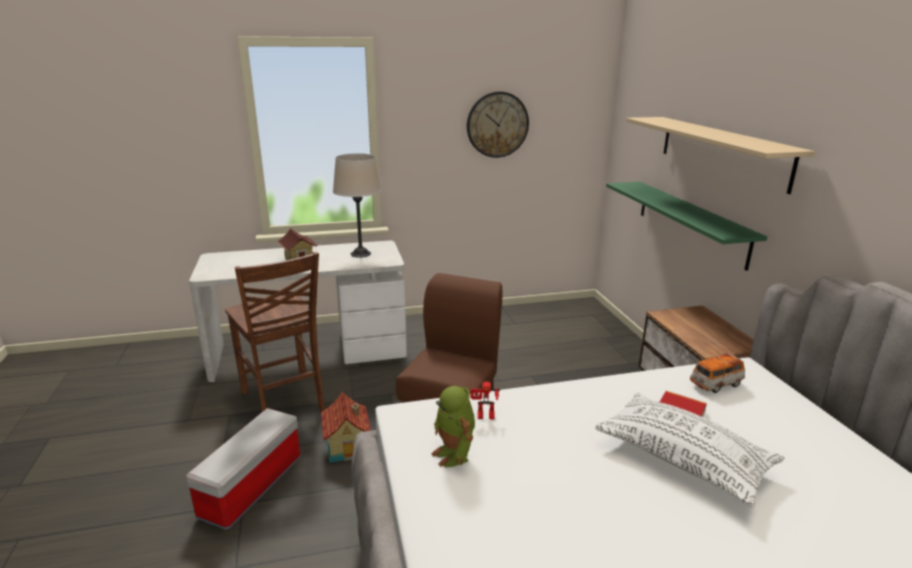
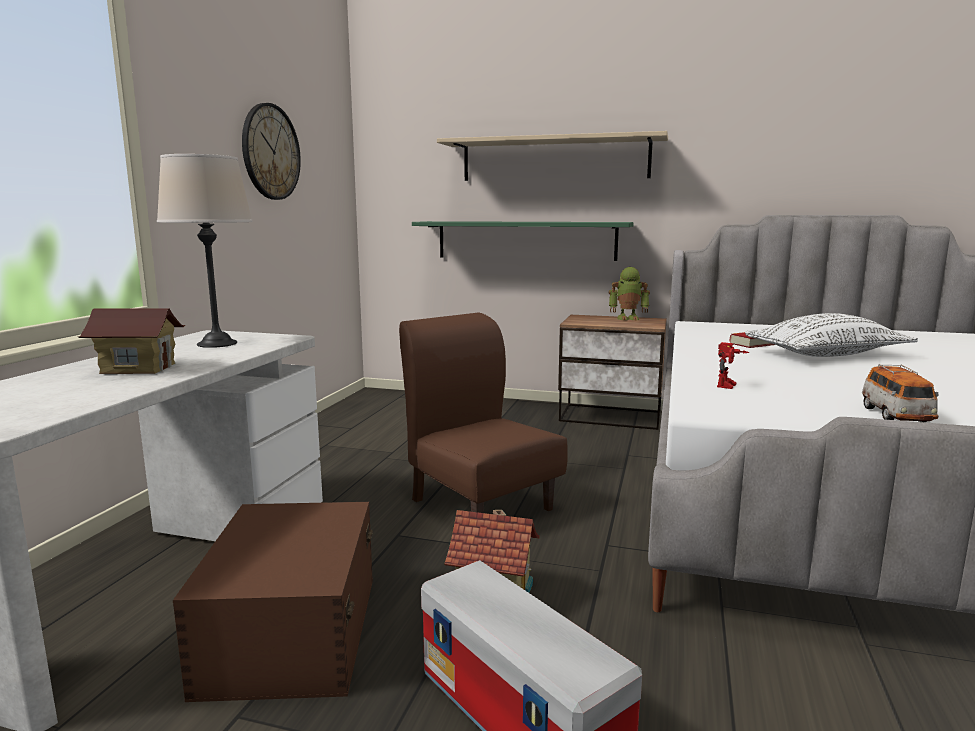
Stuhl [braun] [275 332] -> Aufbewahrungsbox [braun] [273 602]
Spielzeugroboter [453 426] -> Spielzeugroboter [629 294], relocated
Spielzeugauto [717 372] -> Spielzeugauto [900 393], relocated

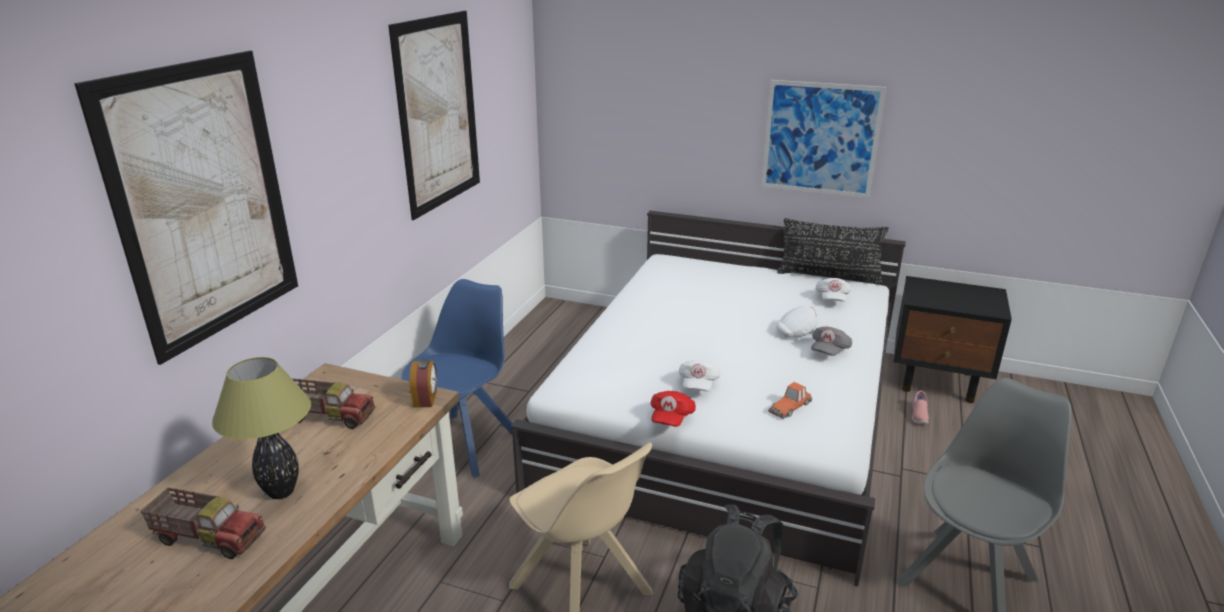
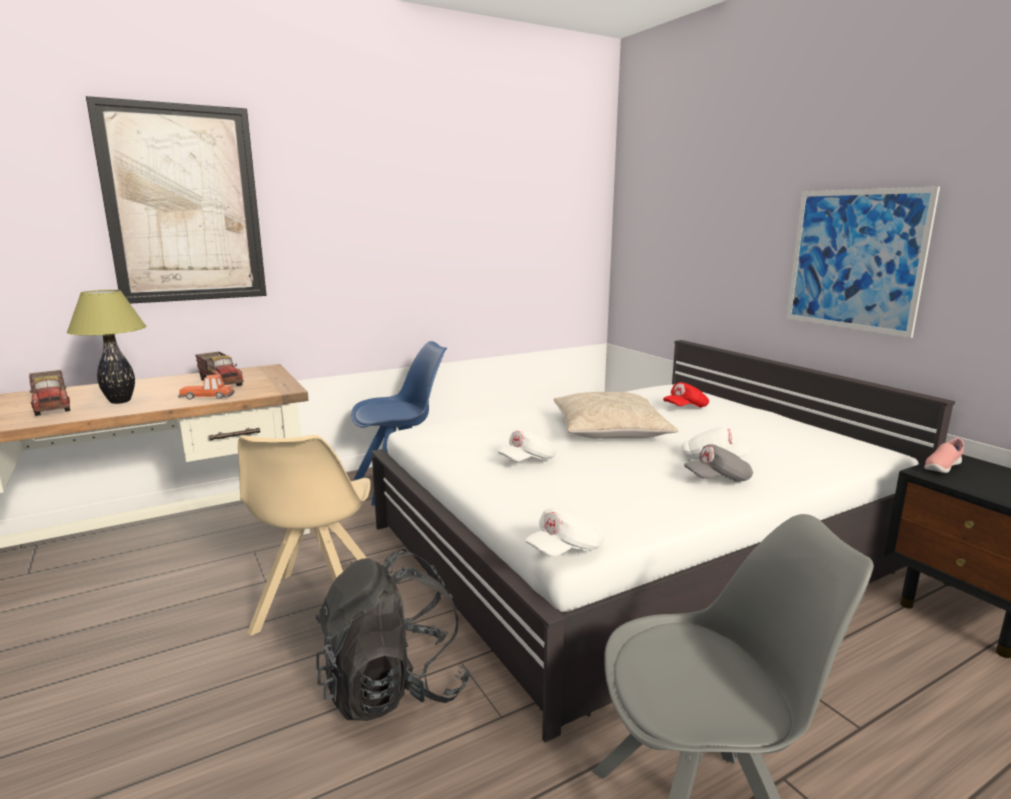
Spielzeugauto [790 400] -> Spielzeugauto [206 387], relocated
Kappe [weiß] [833 290] -> Kappe [weiß] [565 532], relocated
none -> Kissen [beige] [616 415]
Kappe [rot] [673 409] -> Kappe [rot] [686 395], relocated
Schuh [rosa] [920 407] -> Schuh [rosa] [944 455], relocated
Bild [434 115] -> none
Wecker [423 383] -> none
Kissen [schwarz] [833 251] -> none

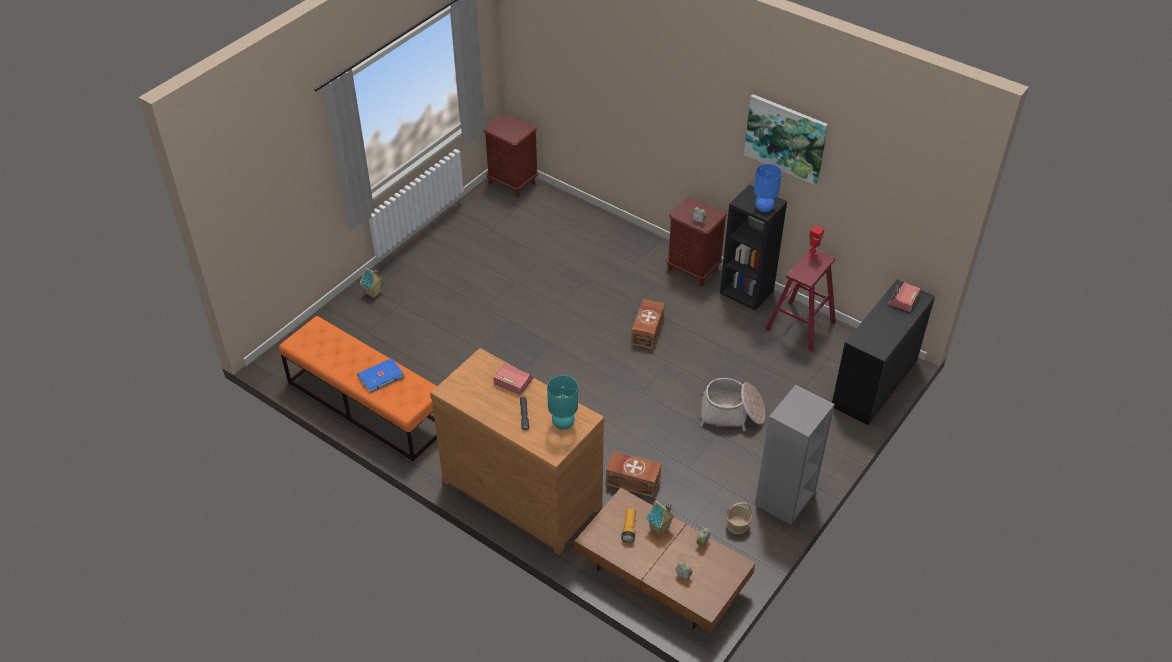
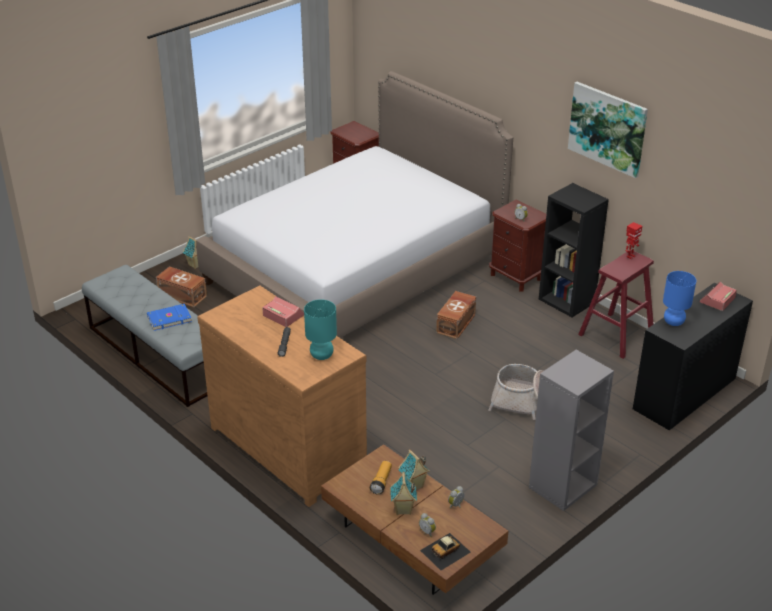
Bank [orange] [358 388] -> Bank [grau] [145 336]
Aufbewahrungsbox [braun] [633 474] -> Aufbewahrungsbox [braun] [181 286], relocated
none -> Bett [354 204]
none -> Spielzeughaus [403 493]
none -> Spielzeugauto [445 551]
Tischlampe [blau] [768 188] -> Tischlampe [blau] [679 298], relocated
Korb [739 518] -> none

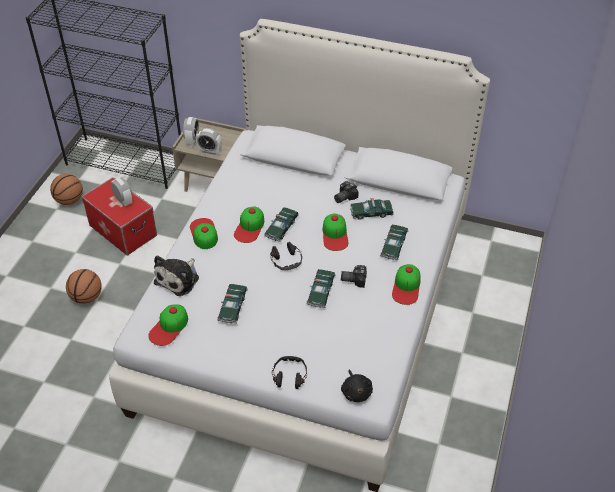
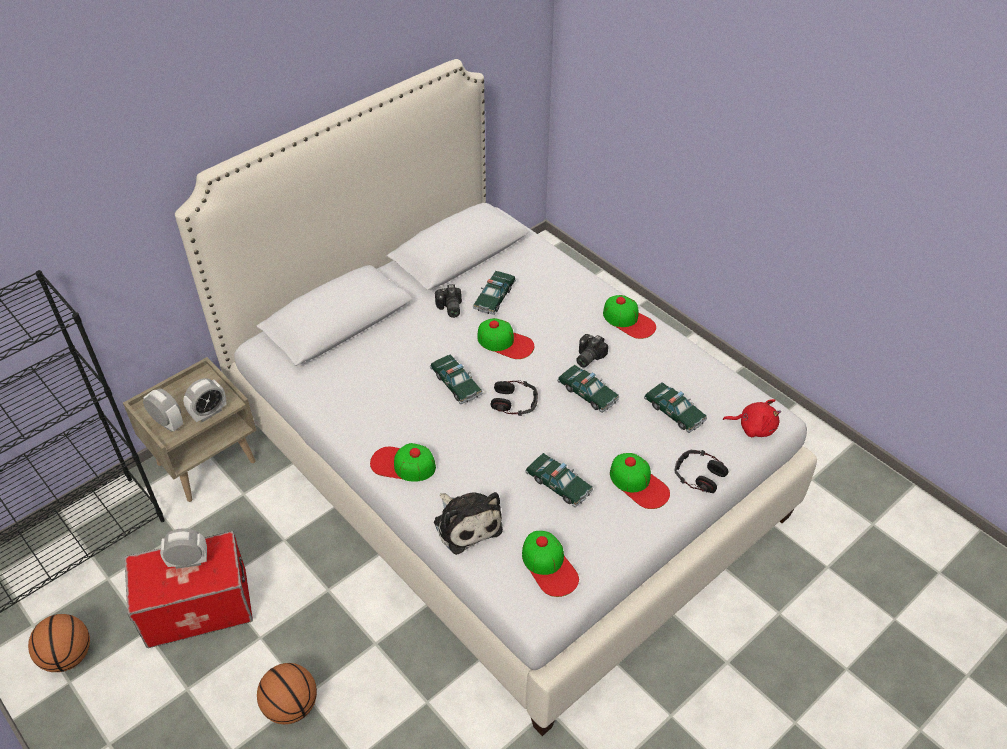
Kappe [249 225] -> Kappe [640 481], relocated
Spielzeugauto [394 242] -> Spielzeugauto [675 407], relocated
Plüschtier [schwarz] [357 385] -> Plüschtier [rot] [752 418]

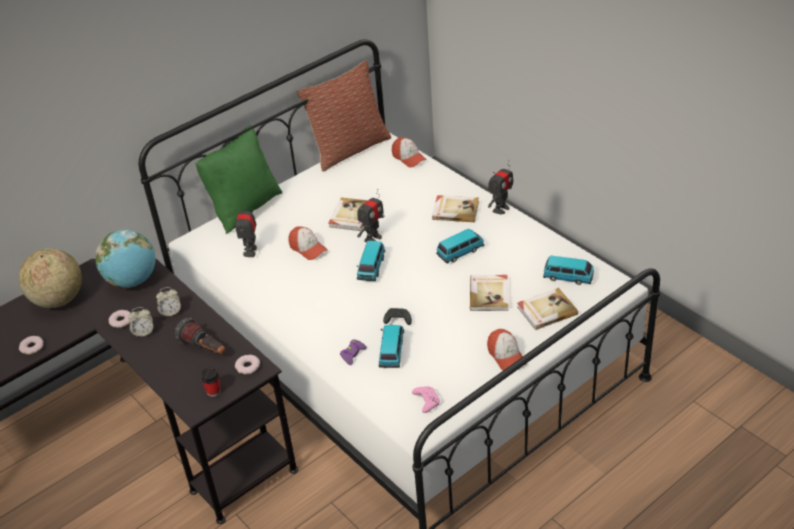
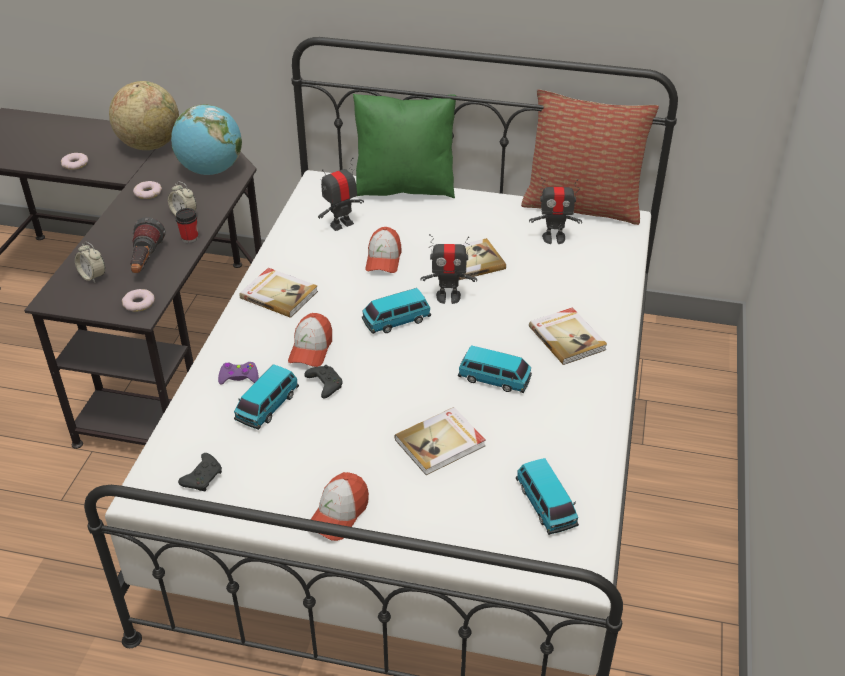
Wecker [140 322] -> Wecker [90 262], relocated
Tasse [210 382] -> Tasse [186 225], relocated
Gamepad [rosa] [426 399] -> Gamepad [schwarz] [200 472]
Spielzeugauto [391 346] -> Spielzeugauto [266 397], 150 degrees clockwise
Buch [548 309] -> Buch [278 293], relocated
Kappe [409 152] -> Kappe [310 340], relocated
Spielzeugroboter [500 187] -> Spielzeugroboter [555 210], relocated

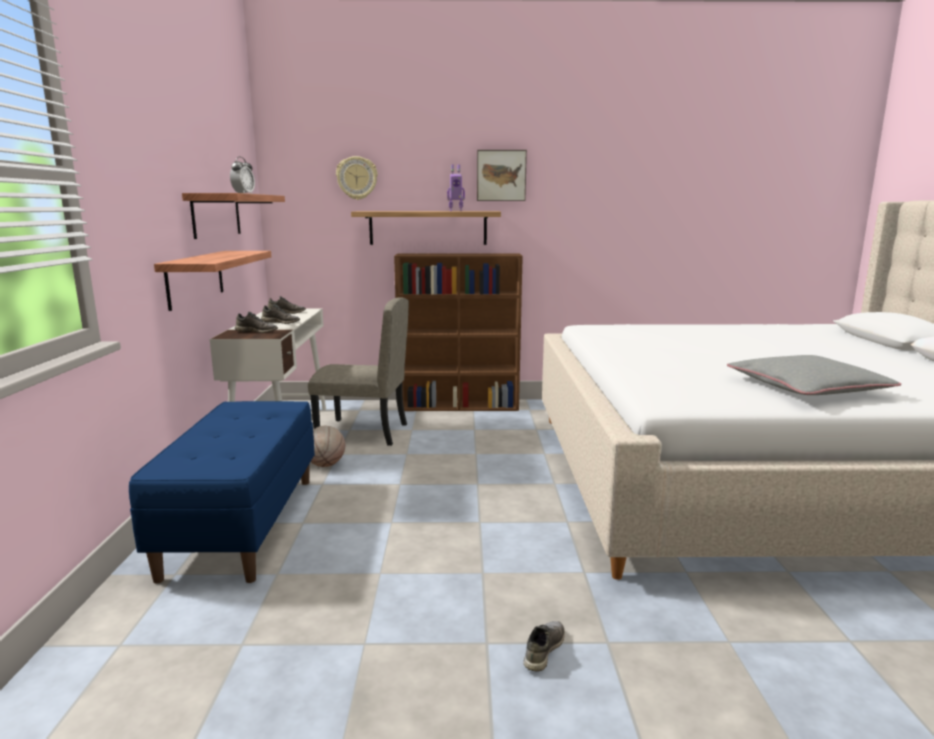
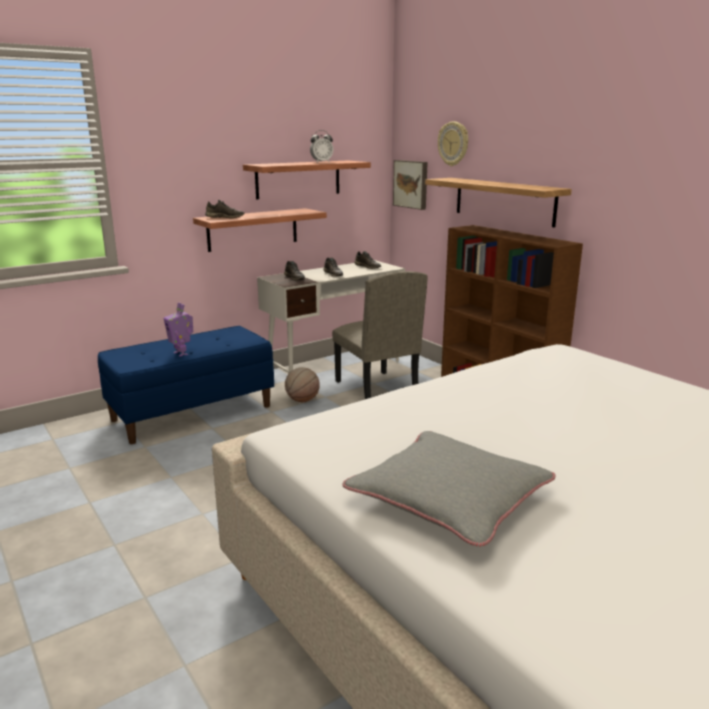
Spielzeugroboter [456 187] -> Spielzeugroboter [178 329], relocated
Schuh [grau] [544 646] -> Schuh [grau] [225 208], relocated
Bild [502 175] -> Bild [410 185], relocated

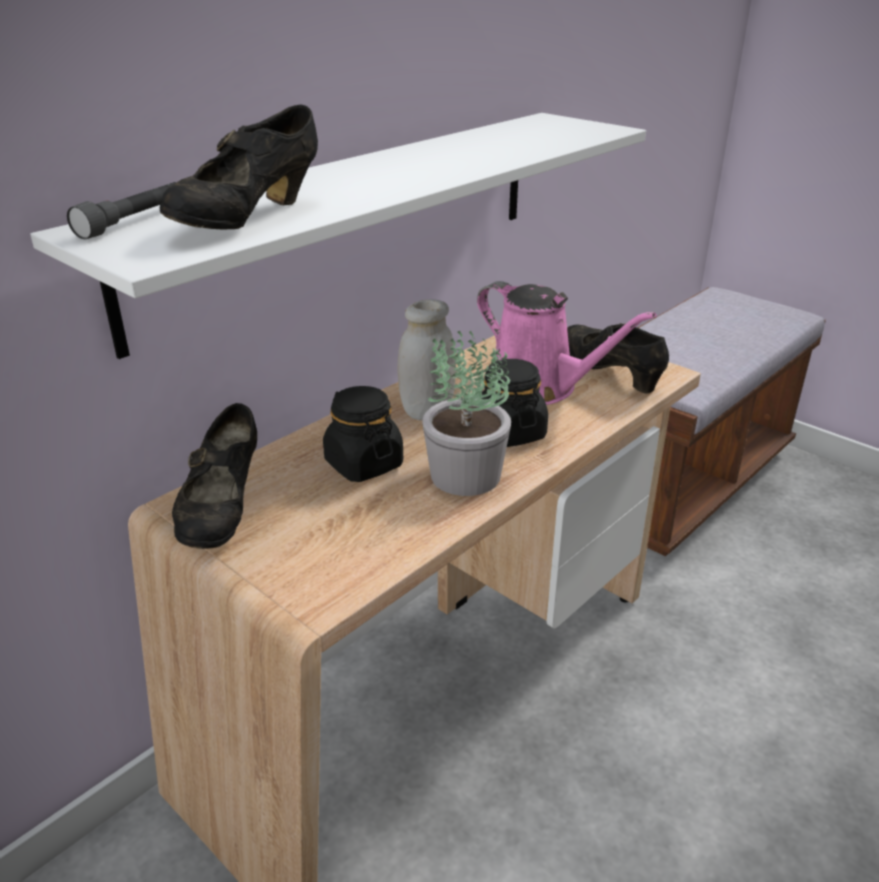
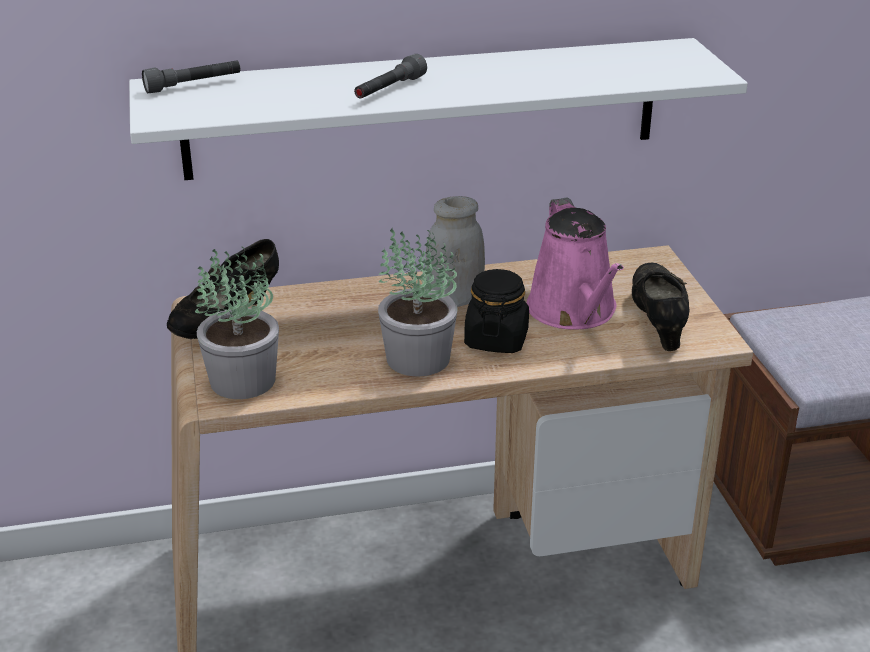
none -> Topfpflanze [237 322]
none -> Taschenlampe [grau] [390 76]
Schuh [schwarz] [239 166] -> none
Vorratsglas [schwarz] [363 434] -> none

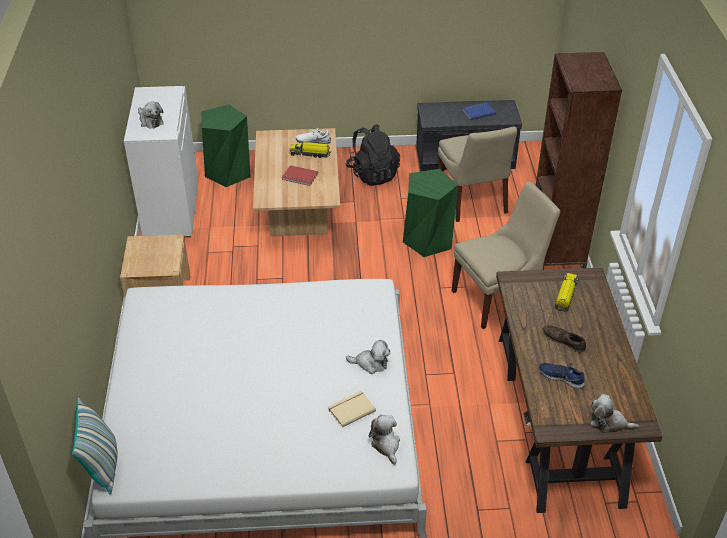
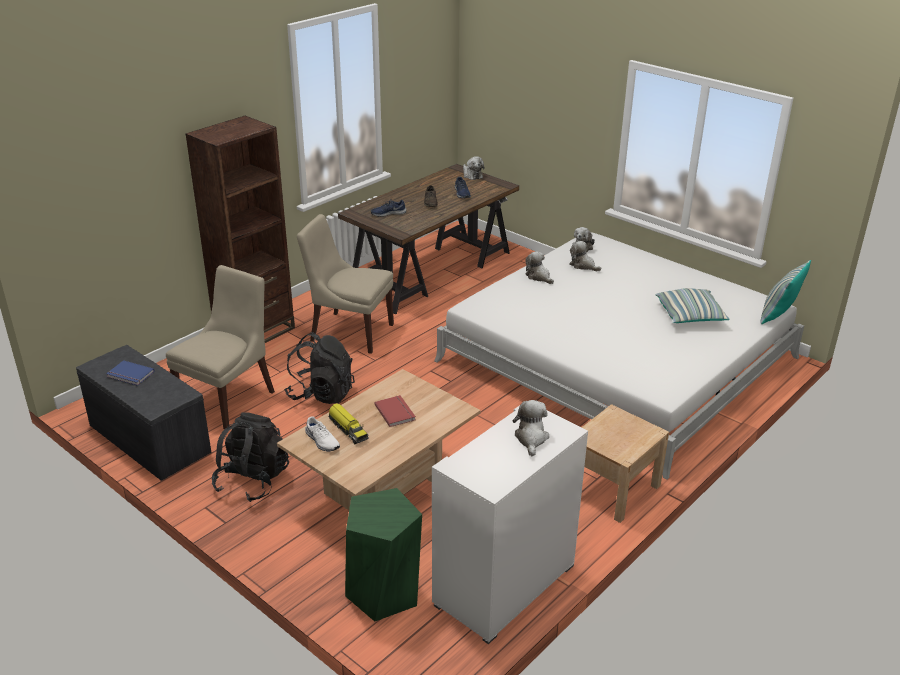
Hocker [grün] [430 213] -> Rucksack [schwarz] [319 368]
Spielzeuglaster [566 292] -> Schuh [blau] [388 208]
Buch [beige] [352 409] -> Plüschtier [585 256]
none -> Kissen [692 305]

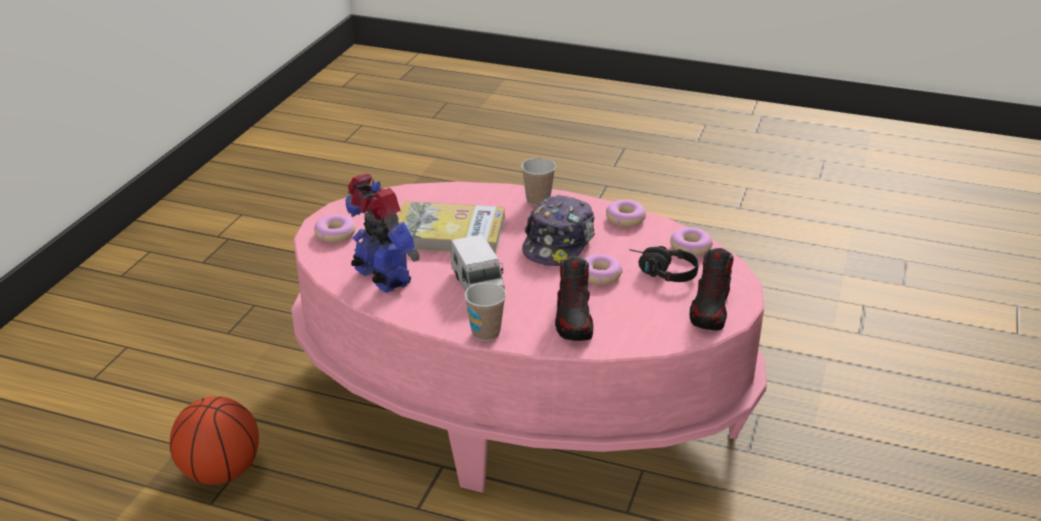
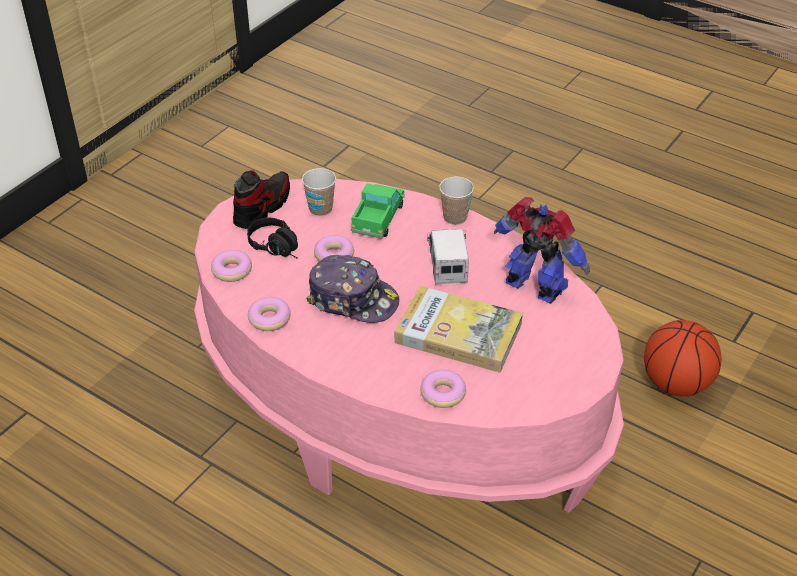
Tasse [538 182] -> Tasse [319 192], relocated
Kappe [558 230] -> Kappe [352 289], 75 degrees clockwise
Schuh [574 298] -> Spielzeuglaster [378 211]
Donut [334 229] -> Donut [443 389], relocated
Spielzeugroboter [382 233] -> Spielzeugroboter [542 250], 150 degrees clockwise

